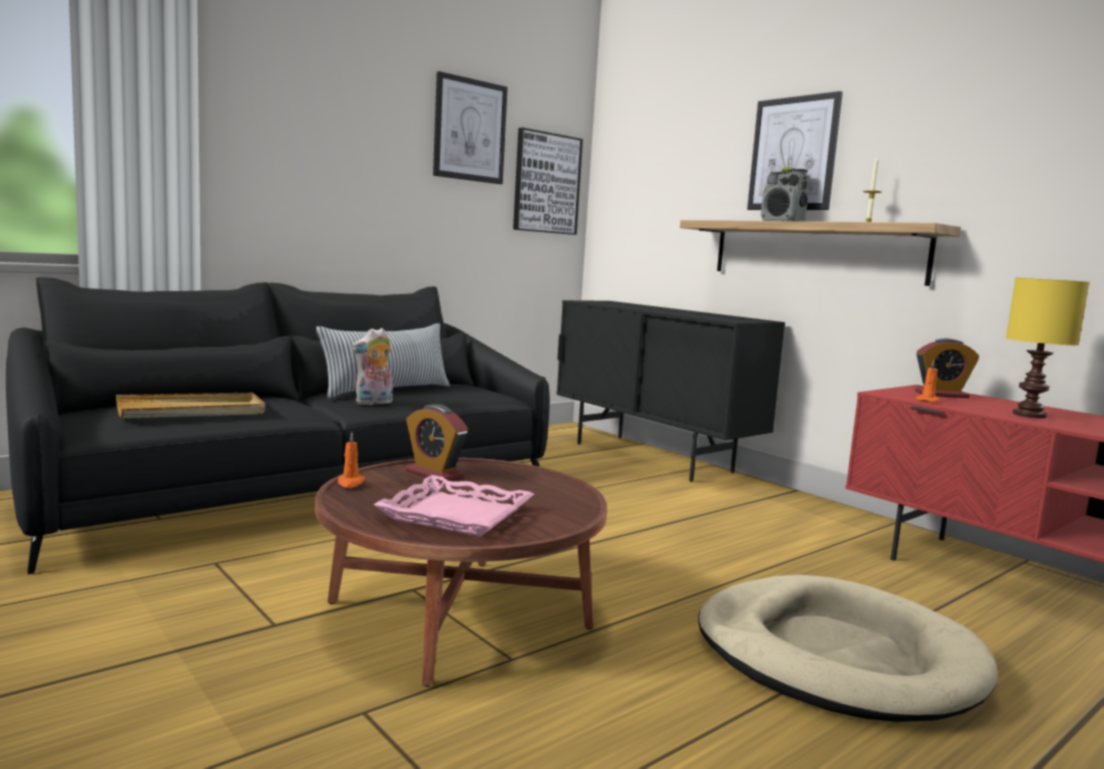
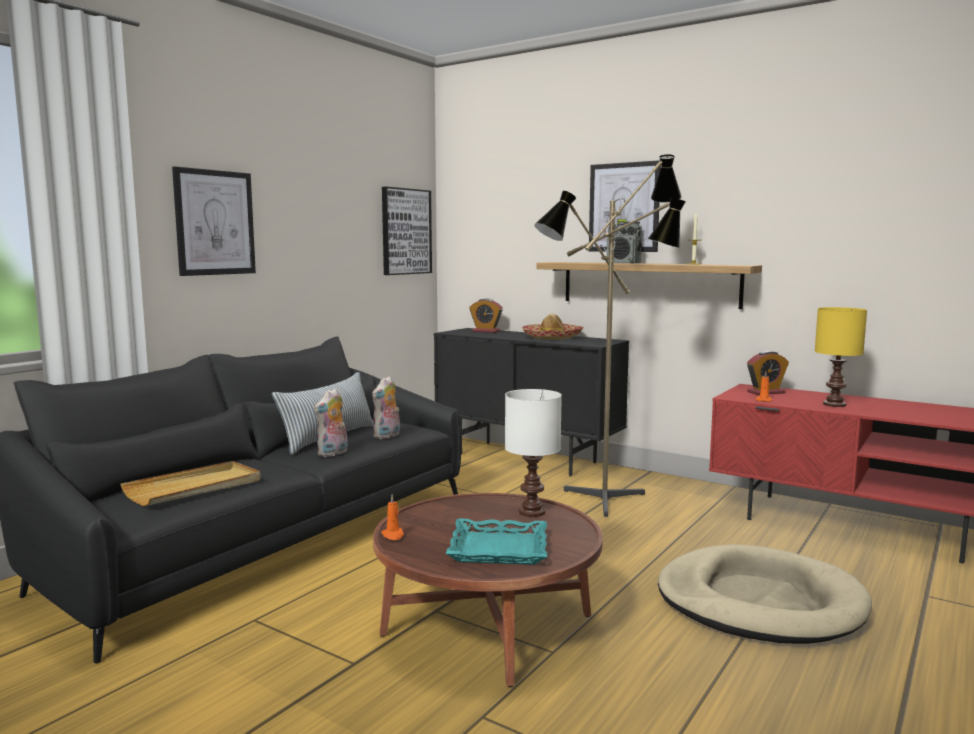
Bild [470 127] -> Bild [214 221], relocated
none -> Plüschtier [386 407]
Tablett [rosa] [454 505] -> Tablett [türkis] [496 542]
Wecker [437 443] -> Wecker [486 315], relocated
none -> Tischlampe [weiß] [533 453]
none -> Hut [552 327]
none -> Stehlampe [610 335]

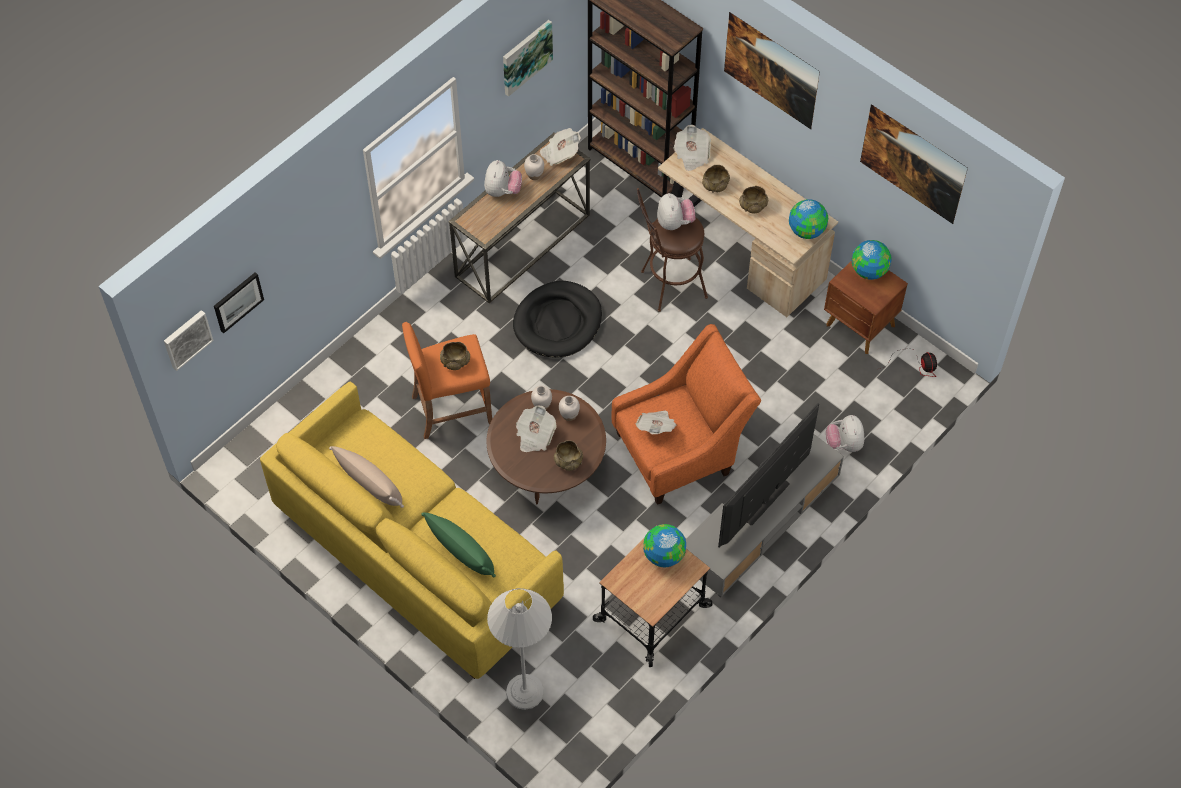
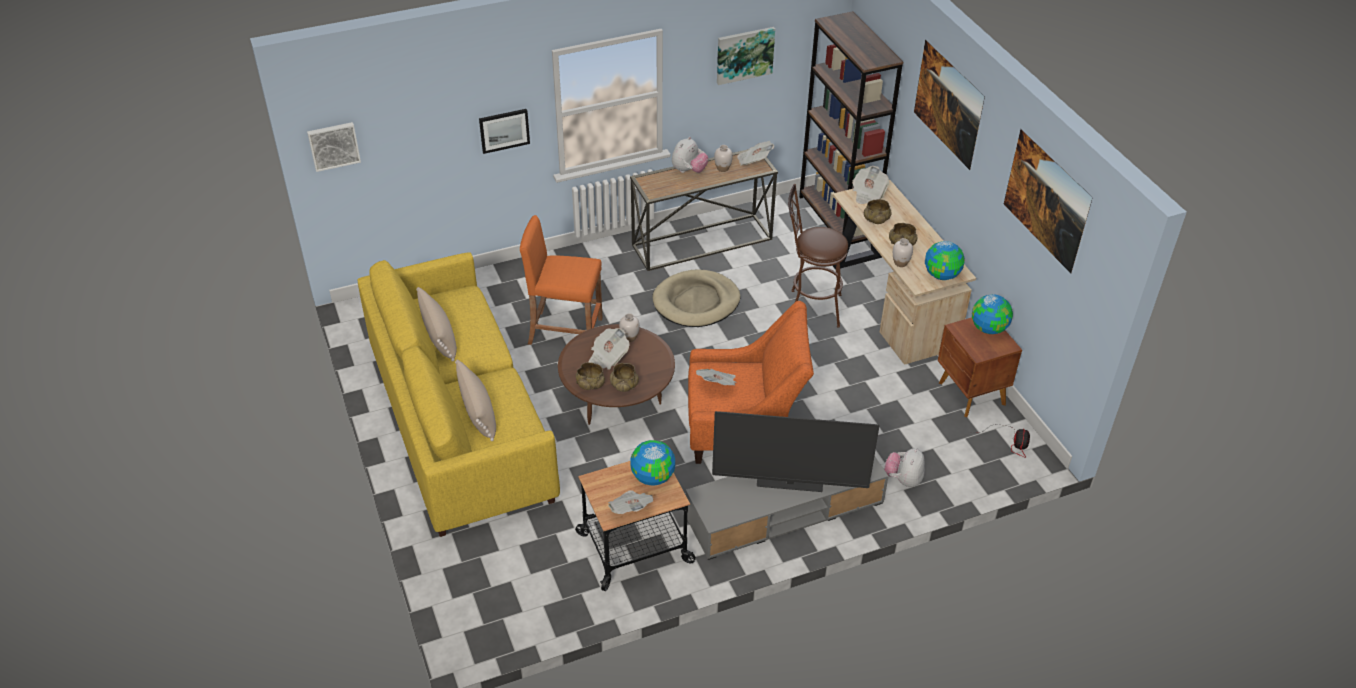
Kissen [grün] [458 545] -> Kissen [beige] [475 400]
Bild [239 303] -> Bild [504 131], relocated
Schüssel [beige] [455 356] -> Schüssel [beige] [590 376], relocated
none -> Zeitung [630 502]
Hundebett [schwarz] [557 319] -> Hundebett [beige] [696 298]
Fernseher [768 475] -> Fernseher [795 451], 150 degrees counterclockwise
Vase [weiß] [569 408] -> Vase [weiß] [903 252], relocated
Stehlampe [weiß] [519 649] -> none
Plüschtier [676 211] -> none

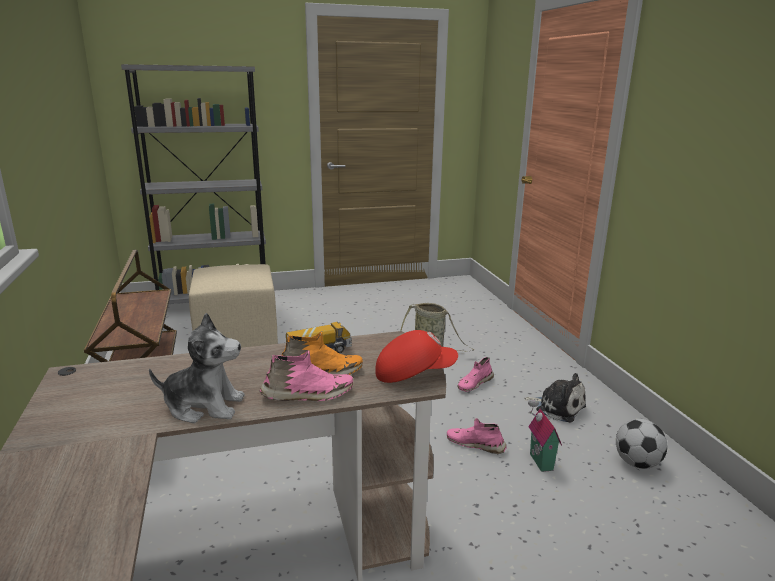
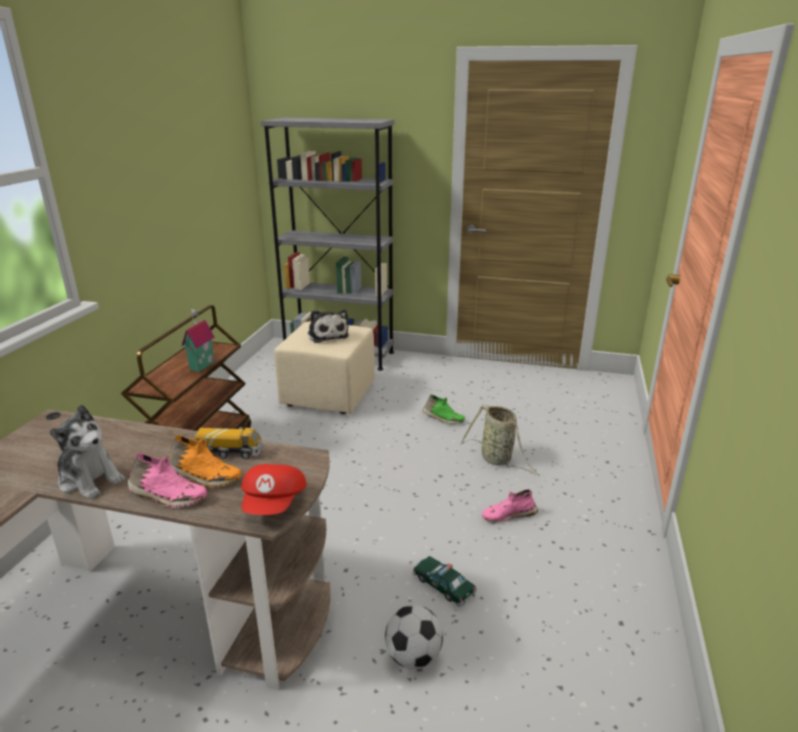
Spielzeughaus [545 435] -> Spielzeughaus [198 340], relocated
Kappe [rot] [416 356] -> Kappe [rot] [274 489], 75 degrees clockwise
Plüschtier [555 398] -> Plüschtier [328 326], relocated
Fußball [642 444] -> Fußball [414 637], relocated
Schuh [rosa] [476 436] -> Spielzeugauto [444 581]
none -> Schuh [grün] [443 409]

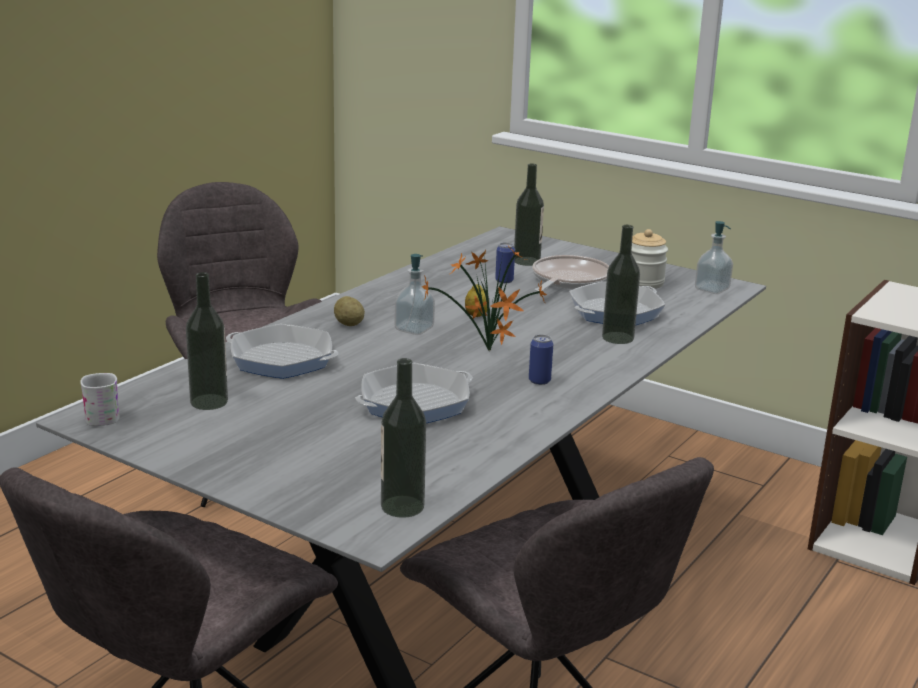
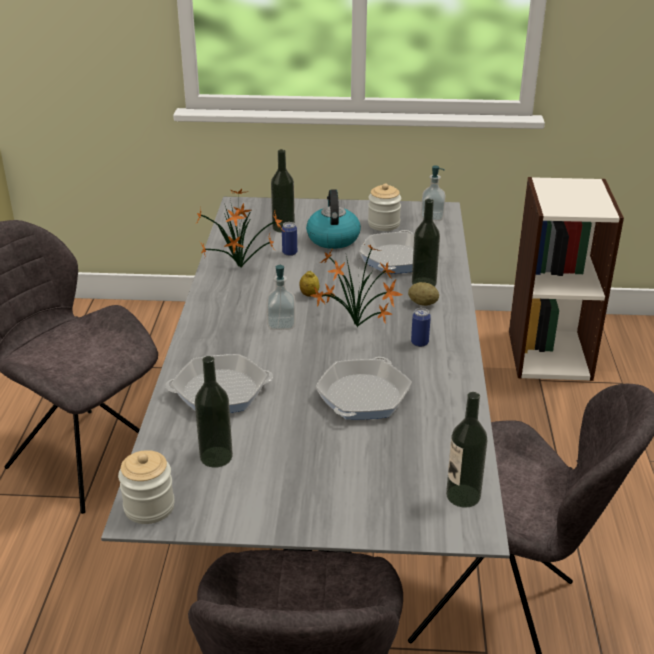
Henkelbecher [weiß] [100 399] -> Vorratsglas [146 487]
none -> Topfpflanze [239 228]
Pfanne [570 273] -> Wasserkessel [333 219]
Kartoffel [349 311] -> Kartoffel [423 294], relocated

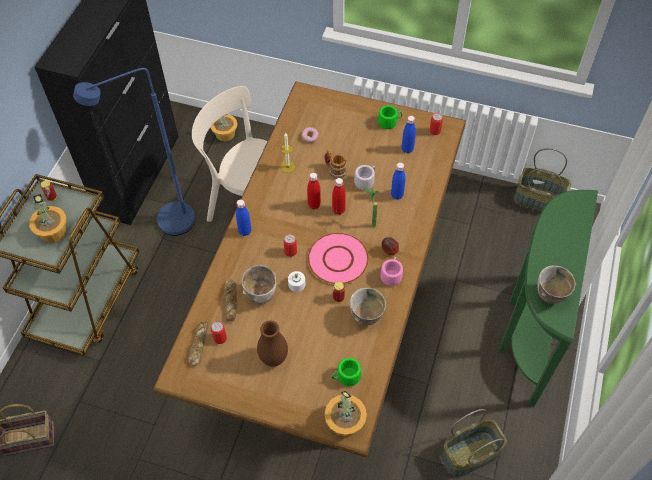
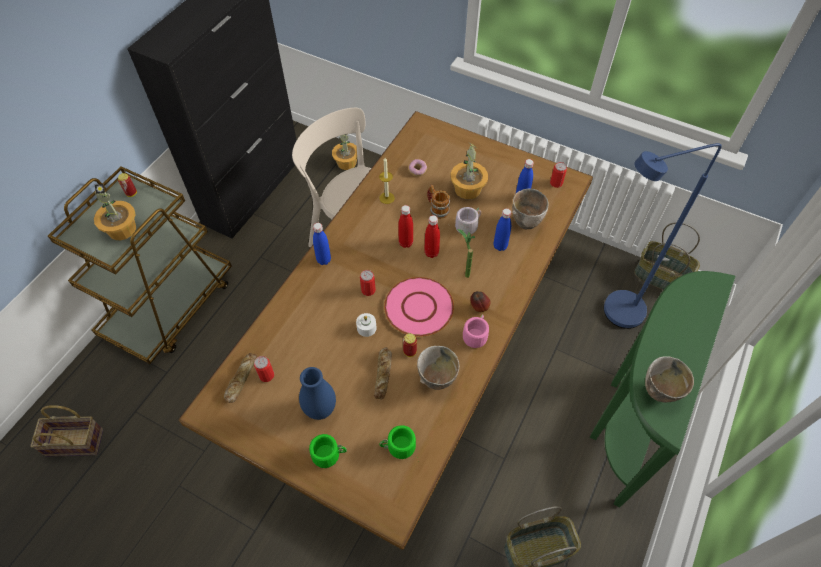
Vase [braun] [272 343] -> Vase [blau] [317 393]
Henkelbecher [grün] [390 117] -> Henkelbecher [grün] [328 451], relocated
Brot [230 300] -> Brot [383 373], relocated
Topfpflanze [345 414] -> Topfpflanze [469 170], relocated
Schüssel [258 284] -> Schüssel [530 209], relocated
Stehlampe [blau] [134 152] -> Stehlampe [blau] [663 236], relocated

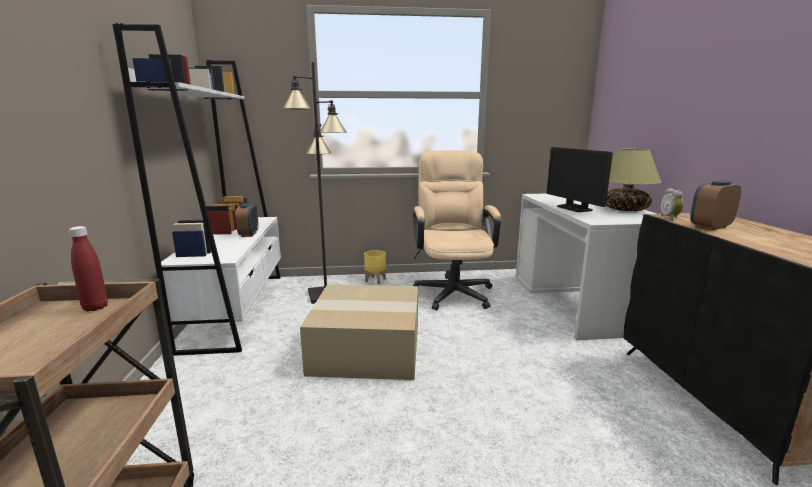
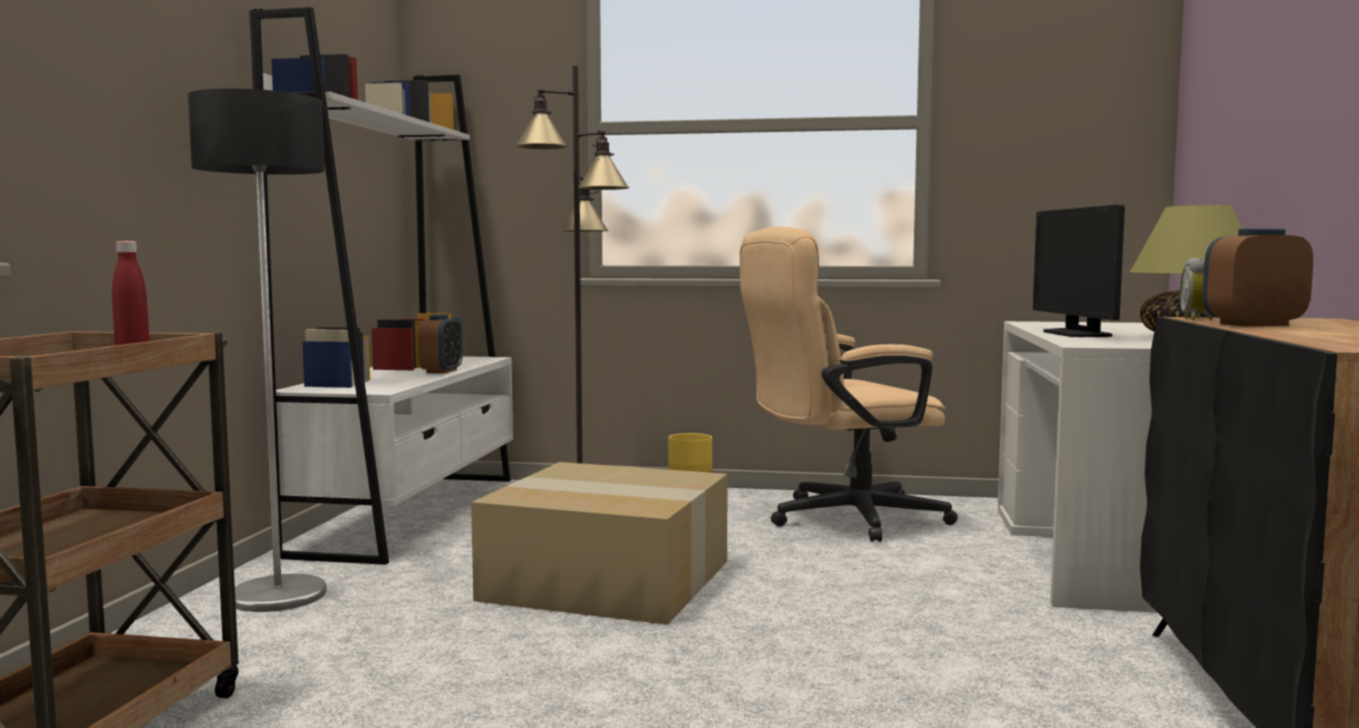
none -> Stehlampe [257 350]
Bürostuhl [beige] [457 230] -> Bürostuhl [beige] [849 384], 120 degrees counterclockwise

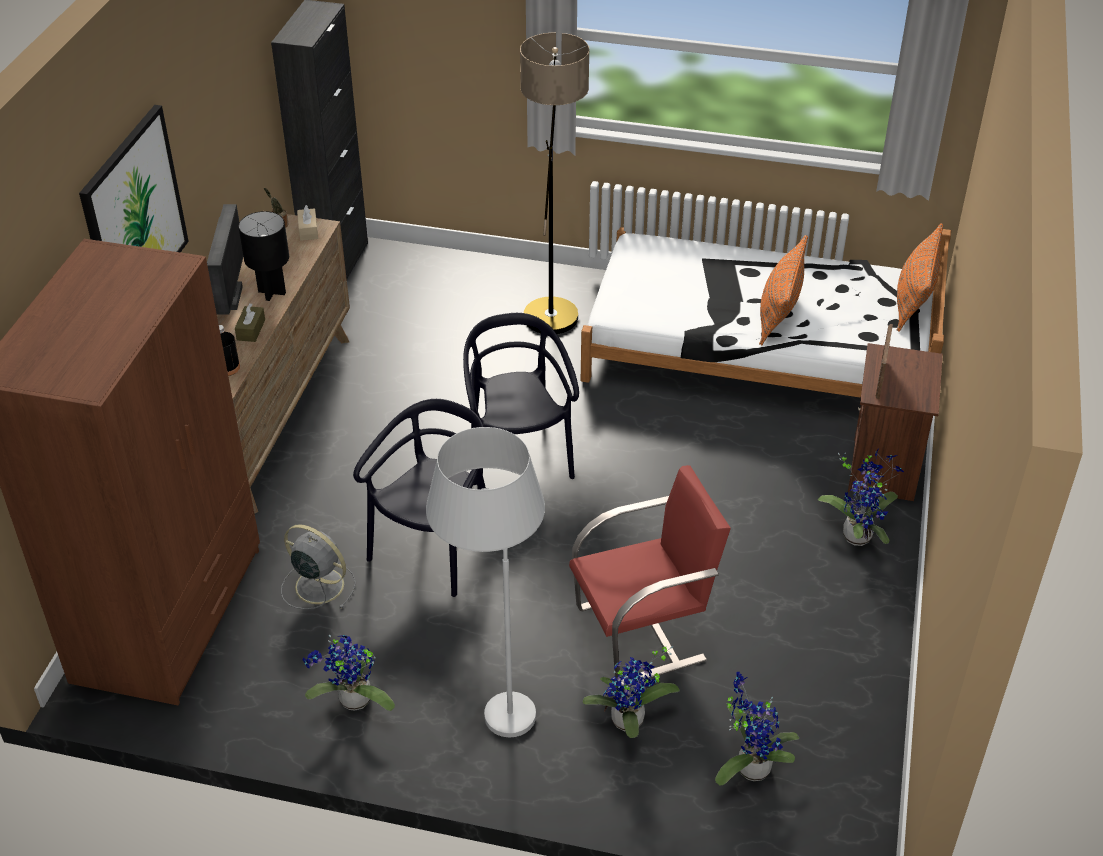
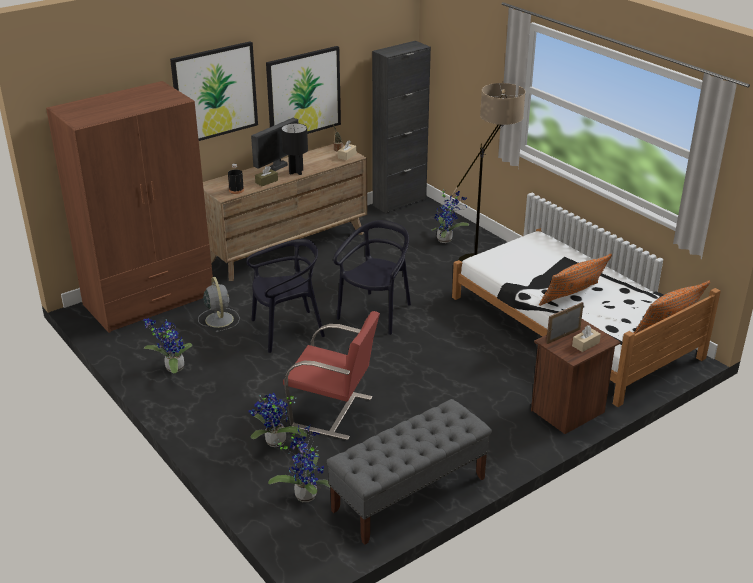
none -> Bild [303 90]
none -> Bank [grau] [409 472]
Topfpflanze [861 497] -> Topfpflanze [450 217], relocated
none -> Taschentuchbox [beige] [586 338]
Stehlampe [weiß] [485 582] -> none

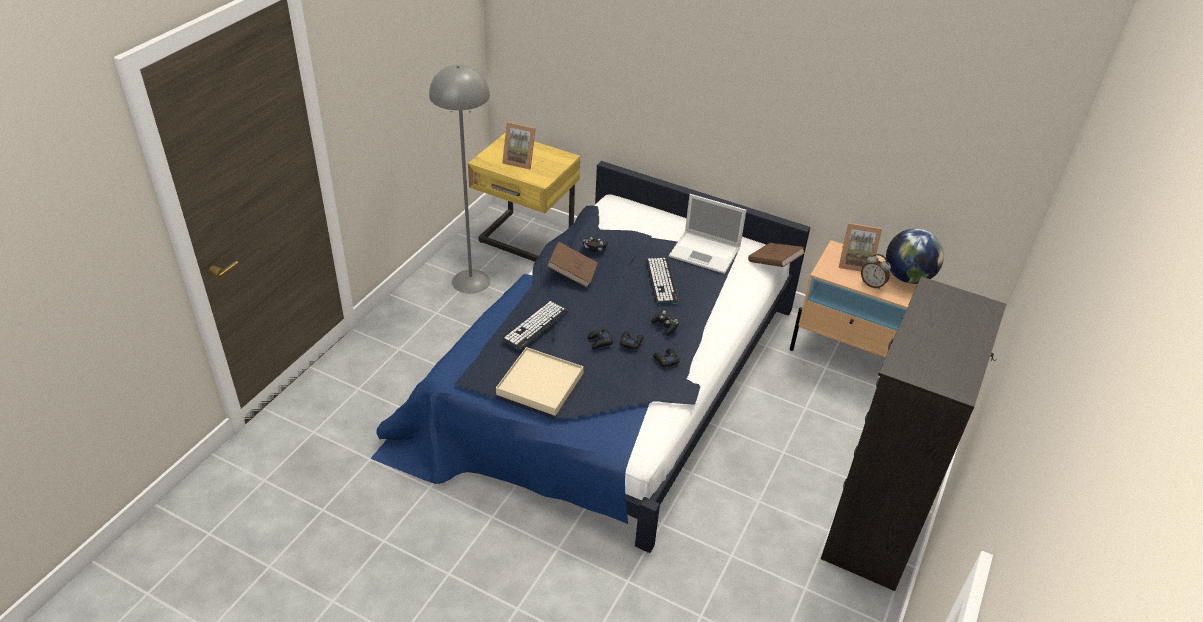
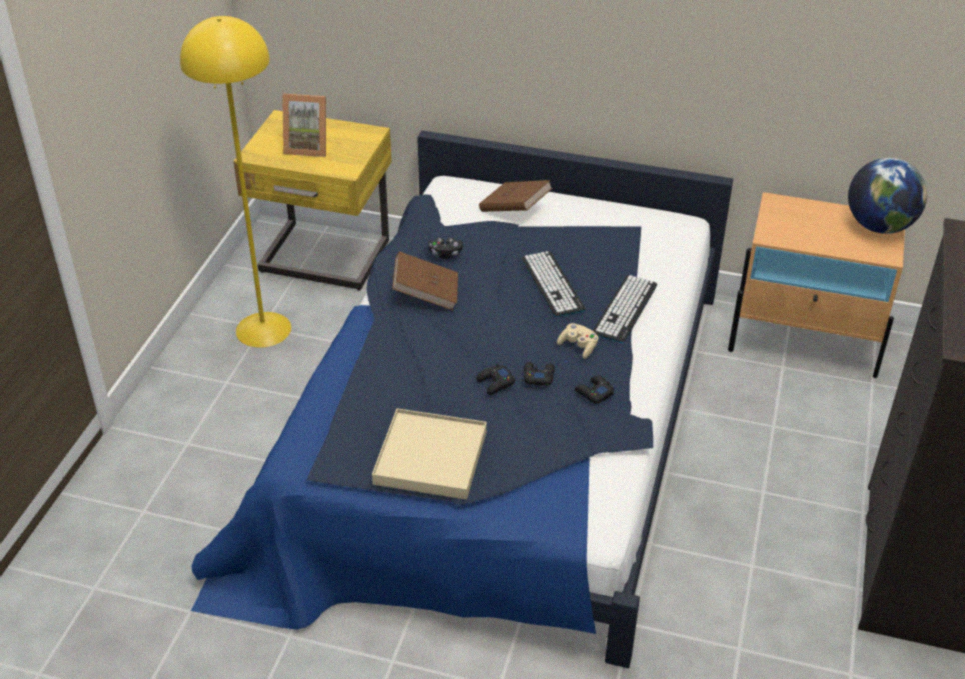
Stehlampe [grau] [459 179] -> Stehlampe [gelb] [235 182]
Buch [braun] [776 255] -> Buch [braun] [516 196], relocated
Gamepad [schwarz] [665 323] -> Gamepad [beige] [577 341]
Tastatur [534 325] -> Tastatur [625 309], relocated
Laptop [708 234] -> none
Bilderrahmen [860 247] -> none
Wecker [876 272] -> none

